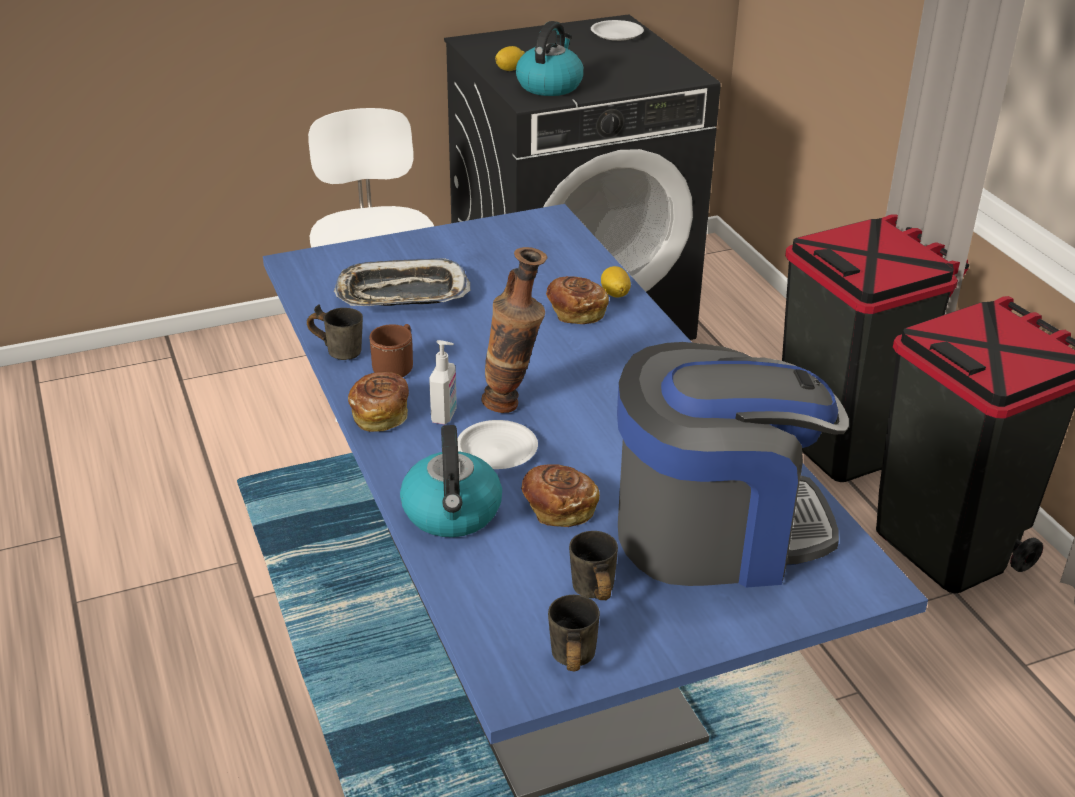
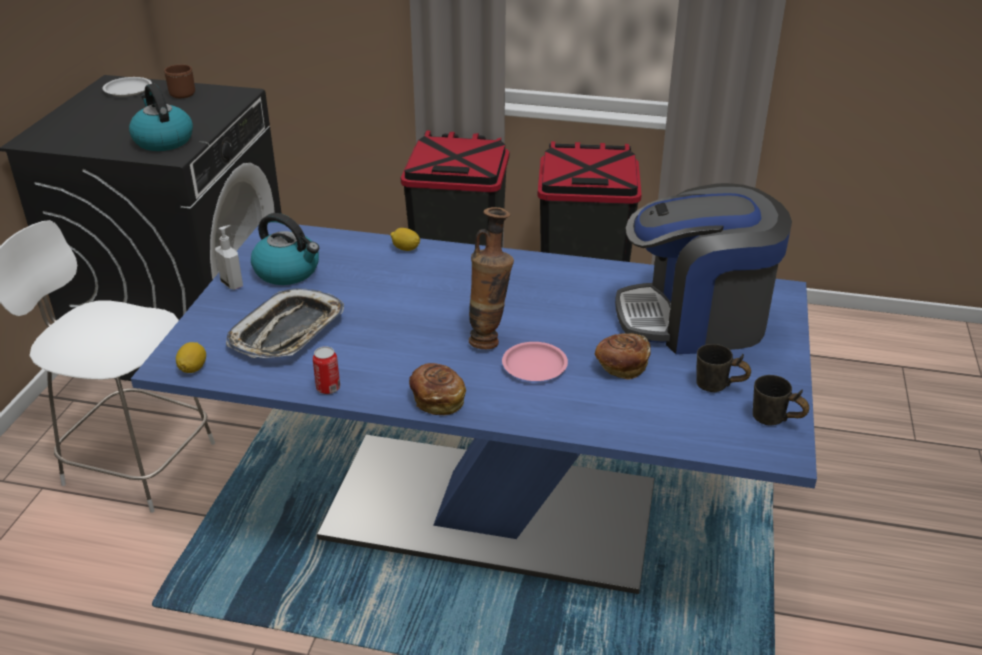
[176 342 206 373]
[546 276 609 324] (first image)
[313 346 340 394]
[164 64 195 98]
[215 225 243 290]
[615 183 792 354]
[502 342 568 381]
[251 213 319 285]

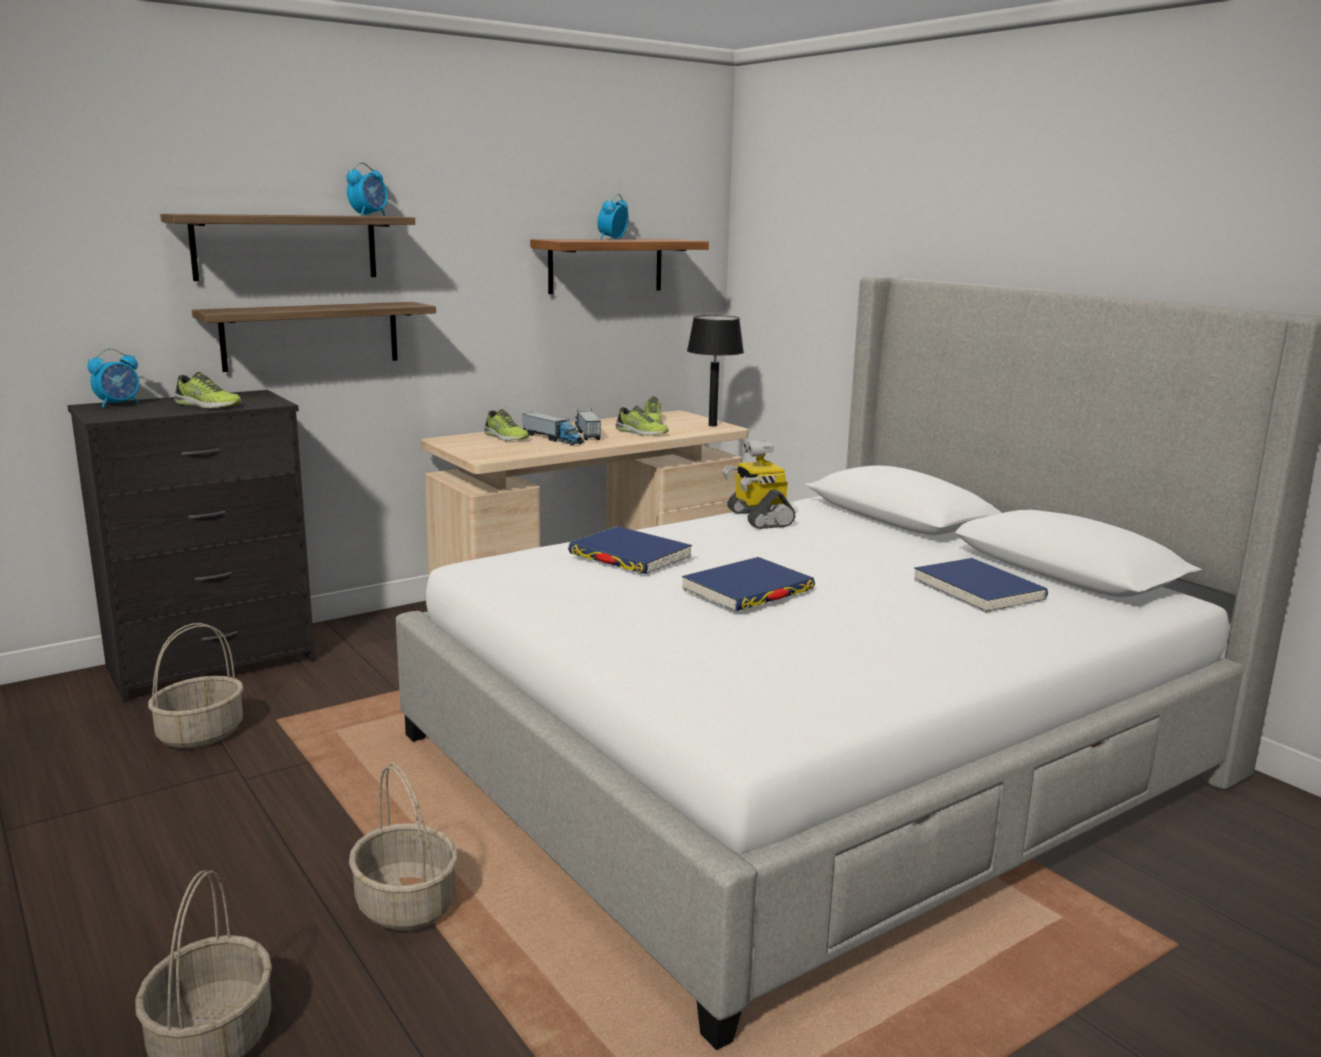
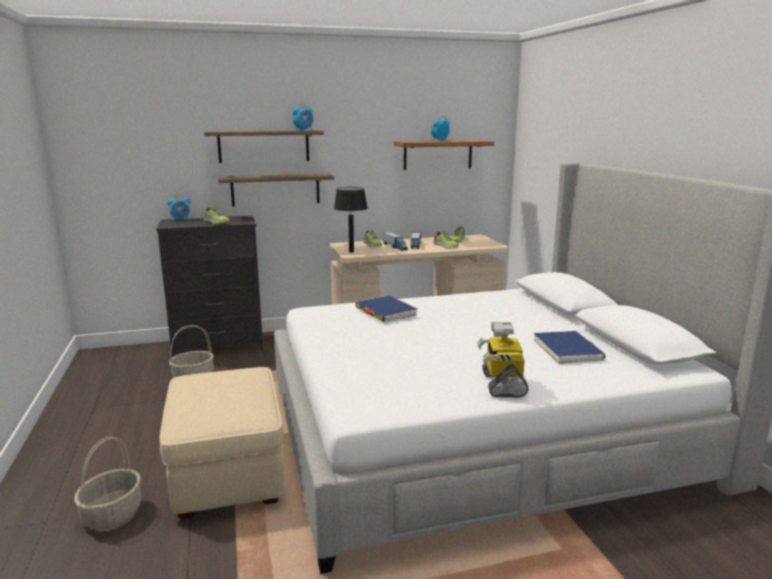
[334 187 368 253]
[477 322 529 397]
[682 557 815 611] (first image)
[160 367 284 519]

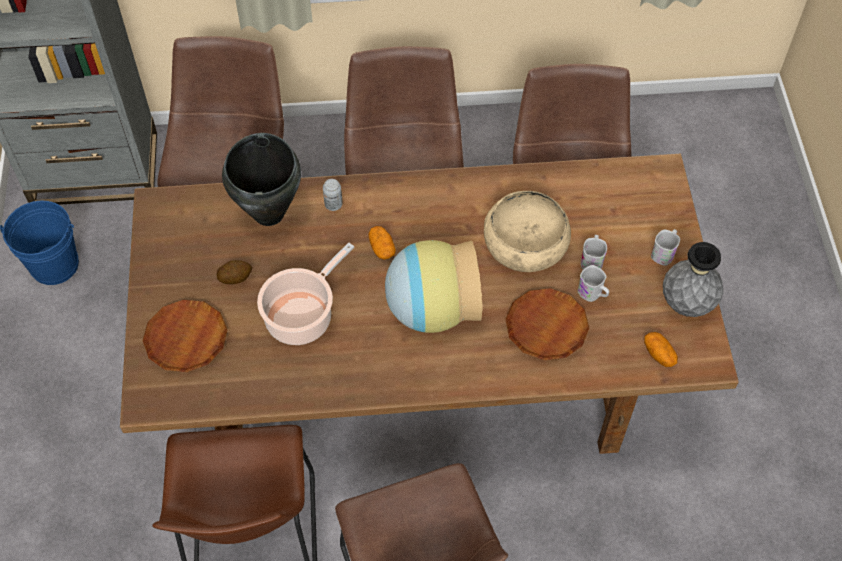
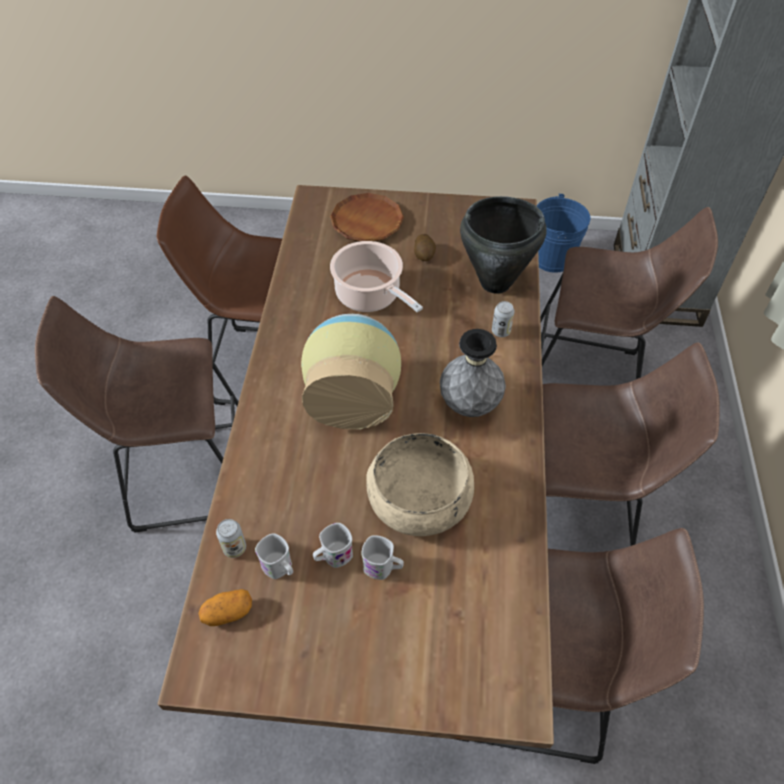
[368 226 396 260] (first image)
[255 533 293 579]
[440 329 506 417]
[505 288 589 360] (first image)
[216 519 246 558]

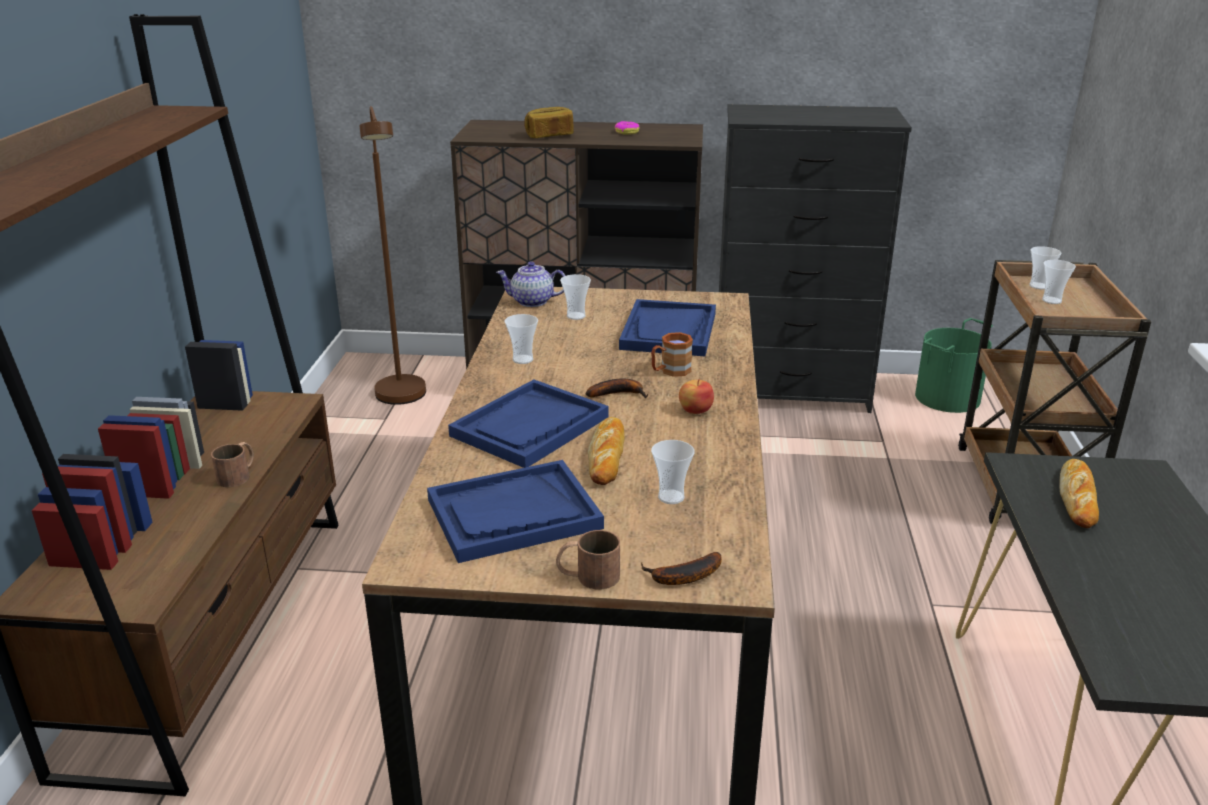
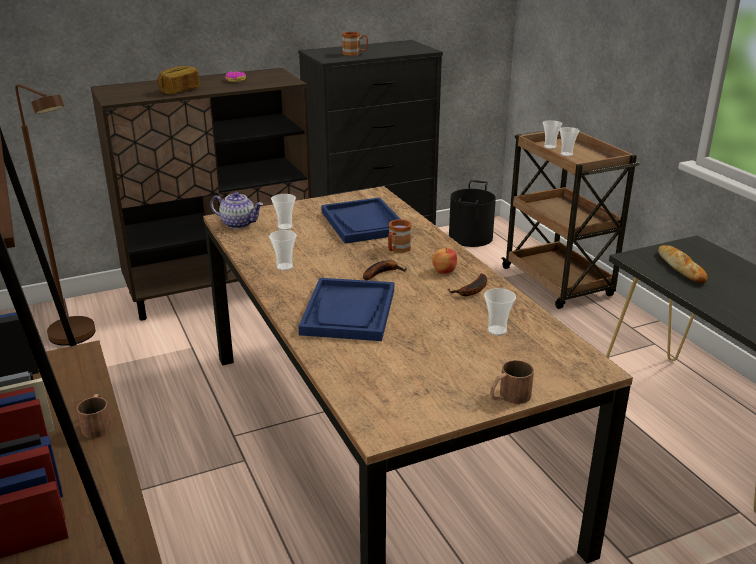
[210 192 263 229]
[449 180 496 247]
[588 417 625 485] (first image)
[427 460 604 563] (first image)
[448 273 487 296]
[342 32 368 56]

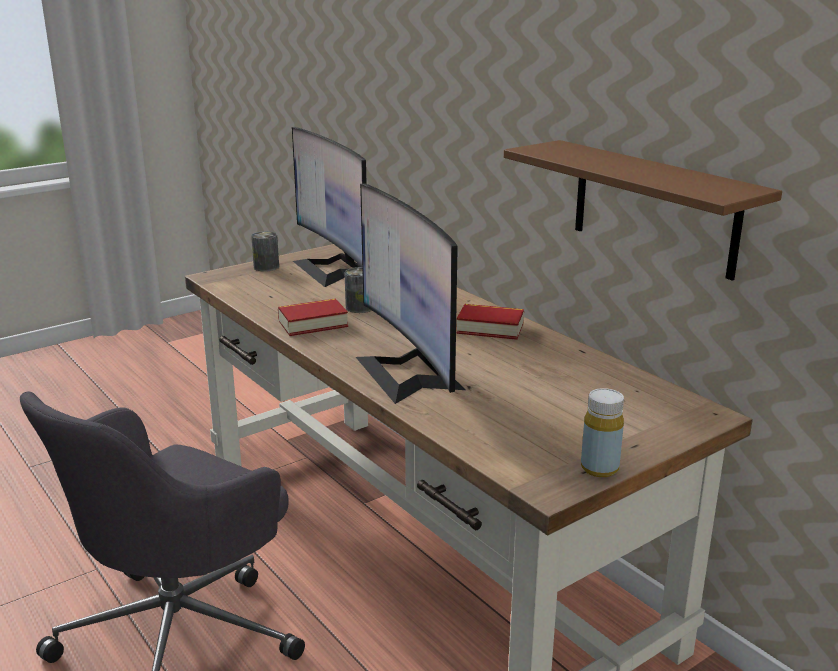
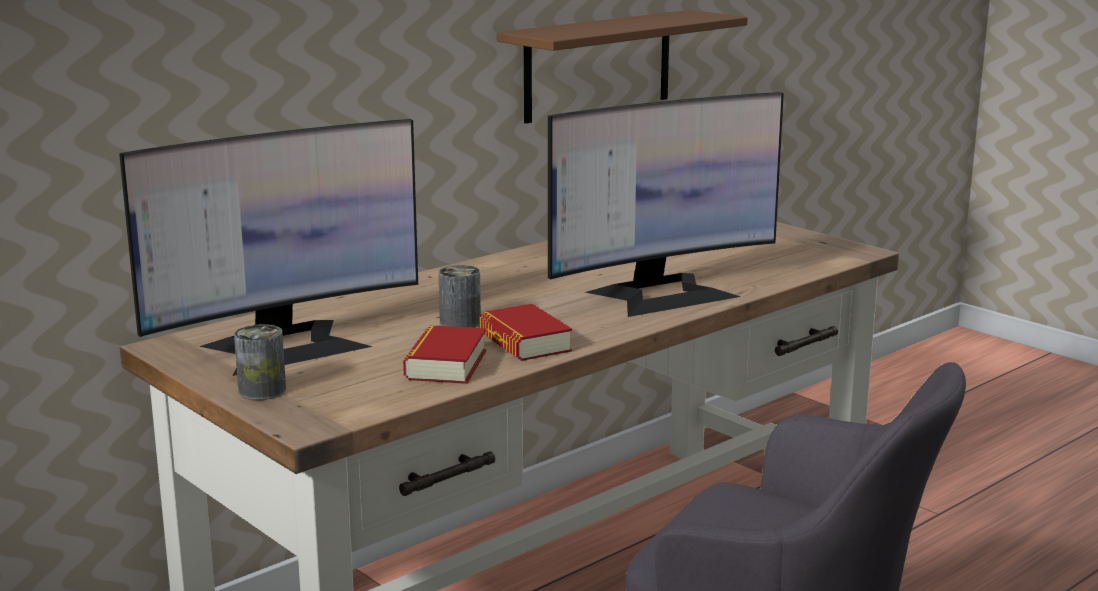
[403 325 486 384]
[581 388 624 477] (first image)

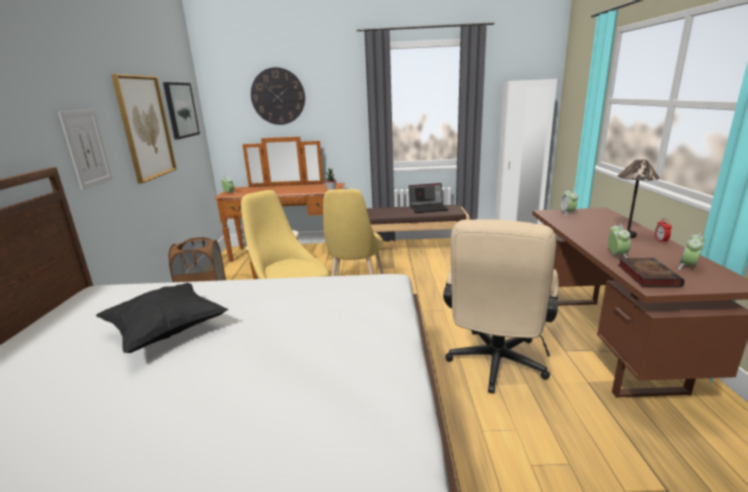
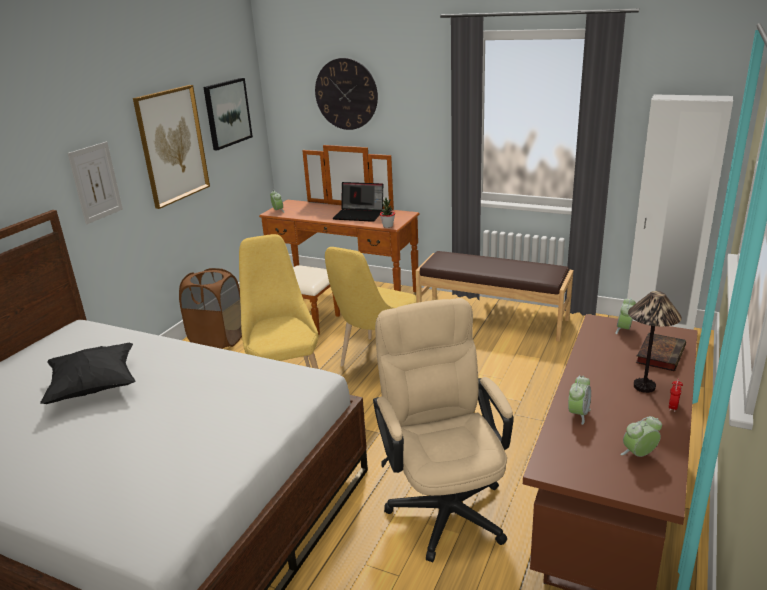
[333 182 383 222]
[373 298 514 562]
[636 333 686 371]

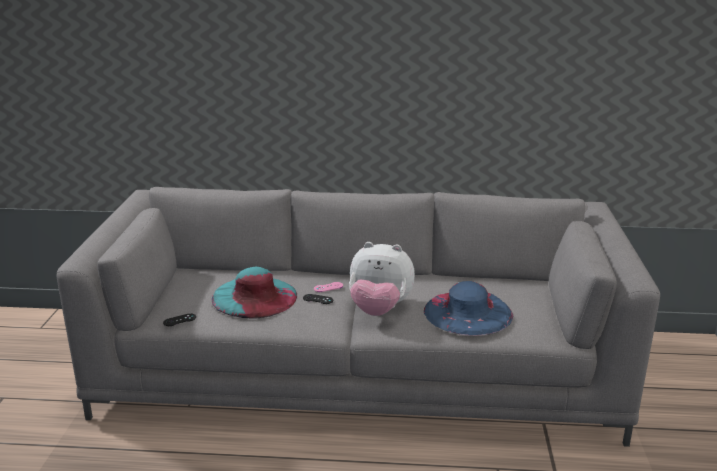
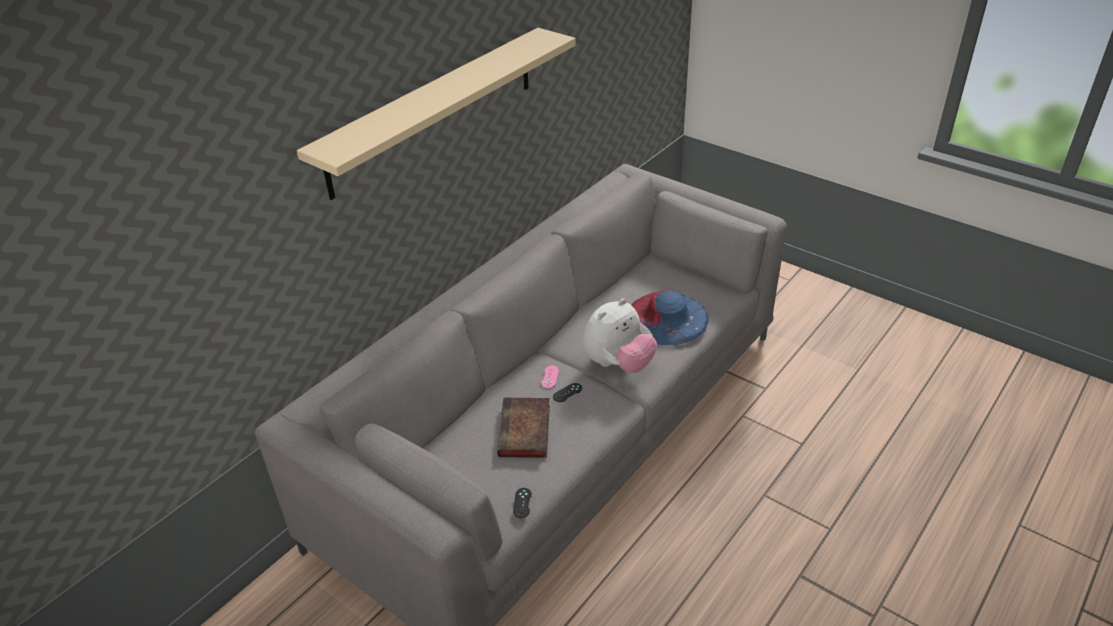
[497 398 550 458]
[297 28 576 200]

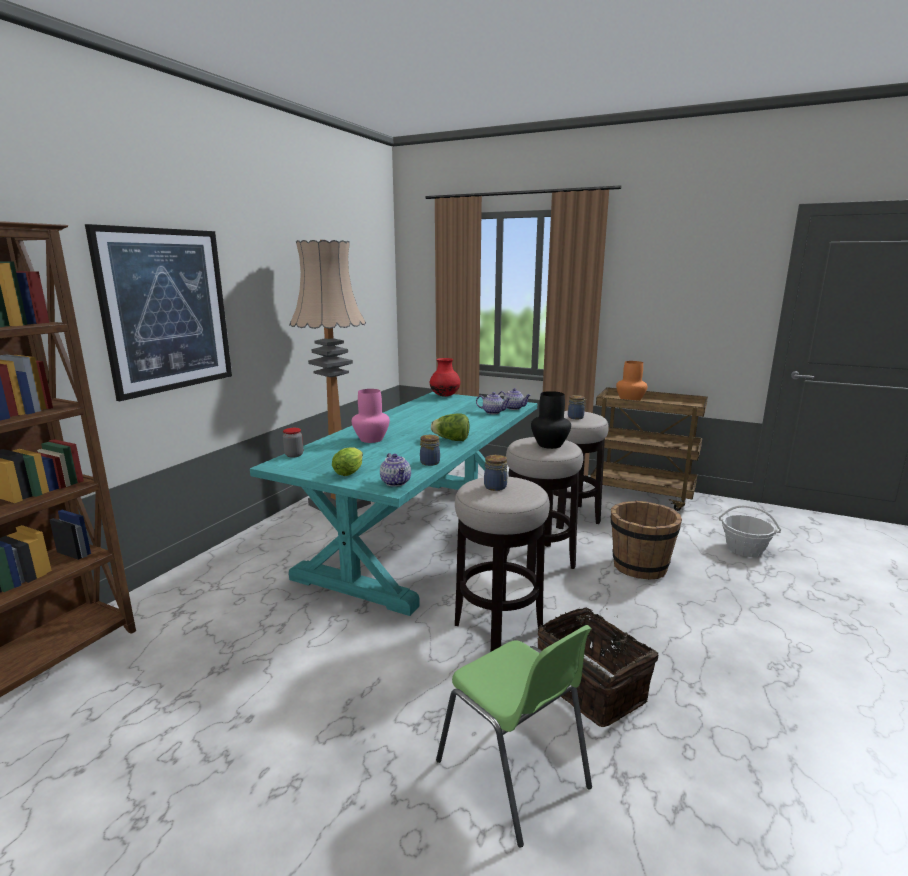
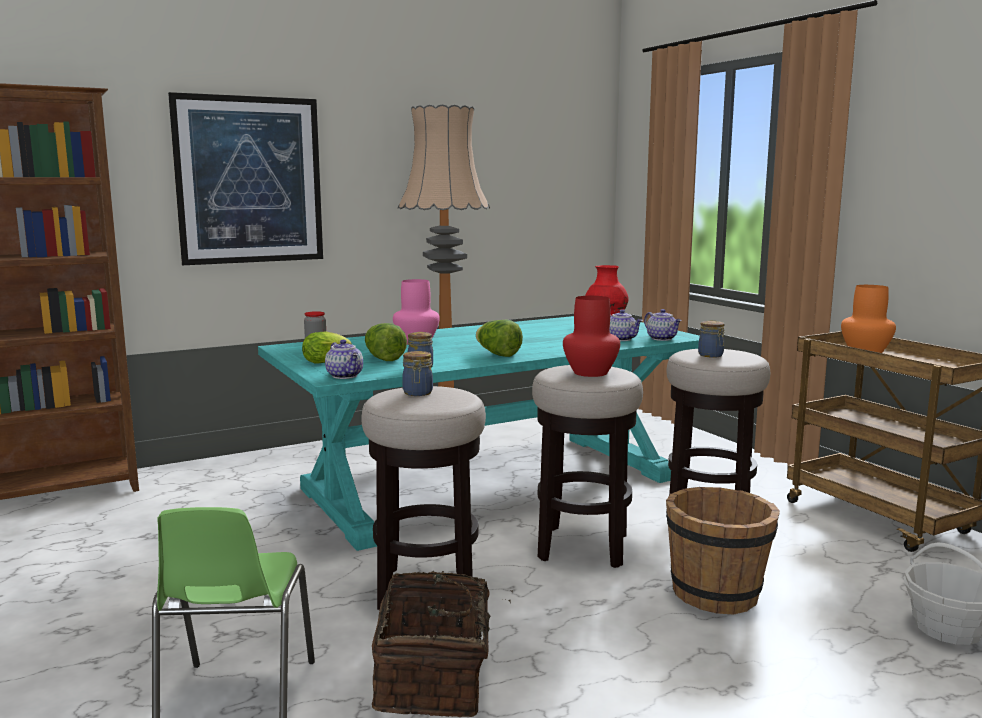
[563 296 620 377]
[325 340 363 379]
[365 323 407 361]

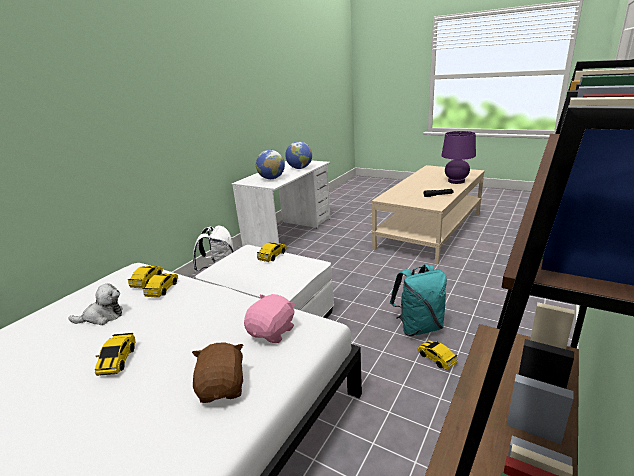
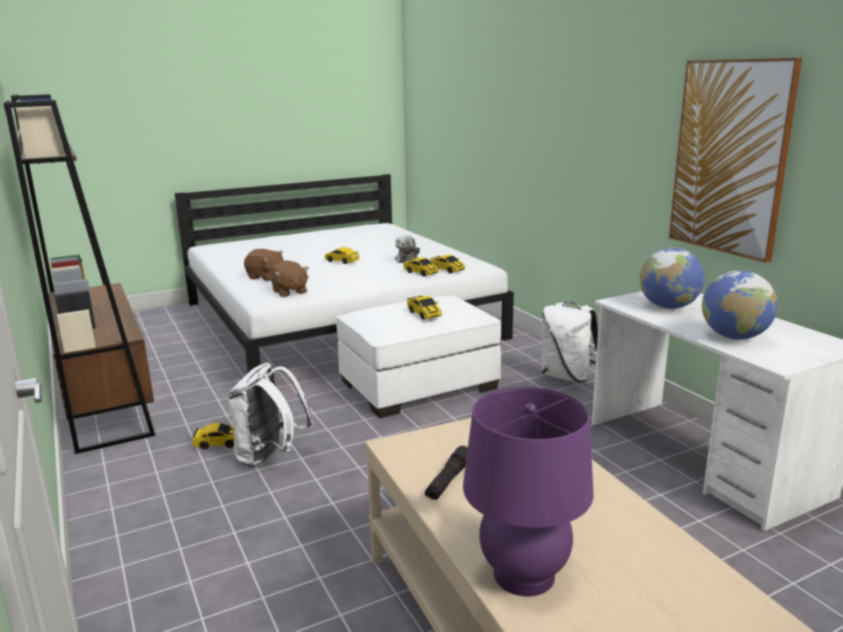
[228 363 313 467]
[270 261 309 297]
[669 58 802 263]

